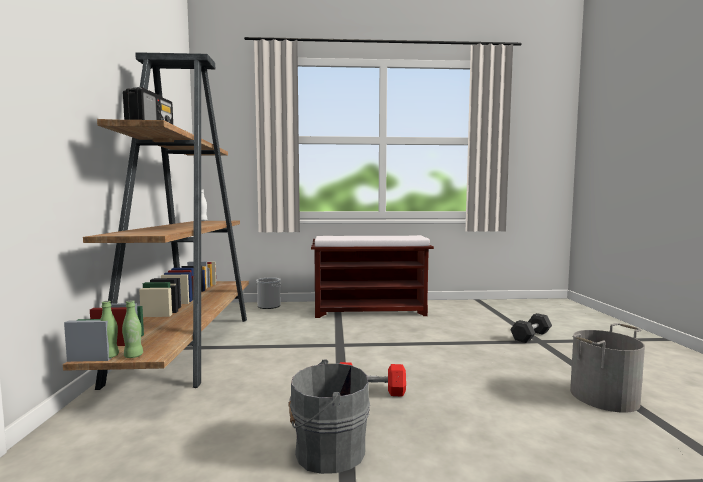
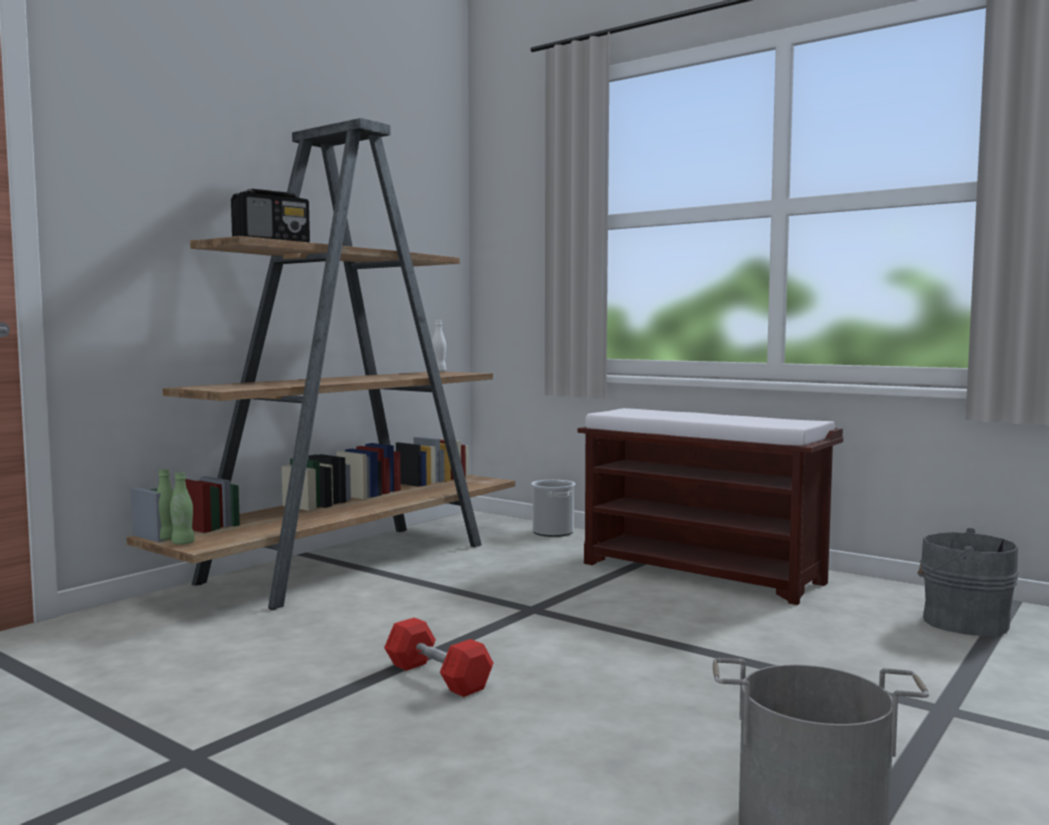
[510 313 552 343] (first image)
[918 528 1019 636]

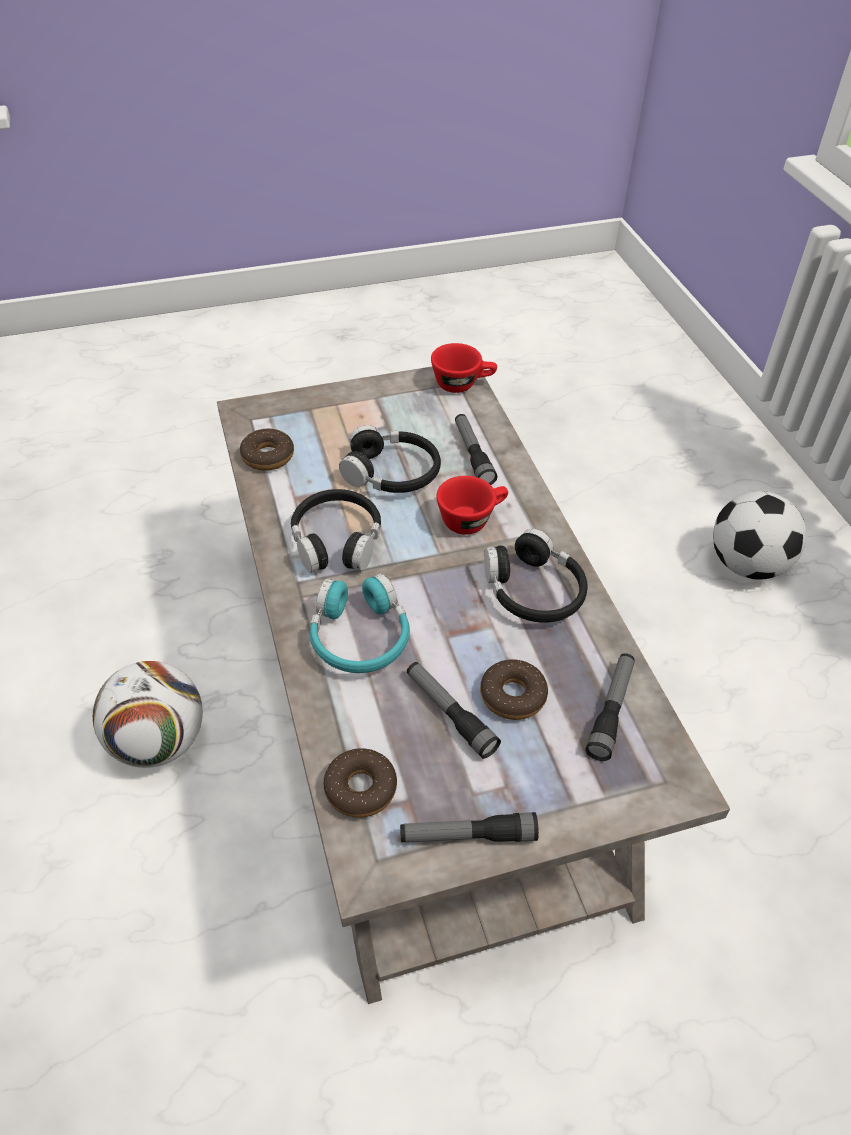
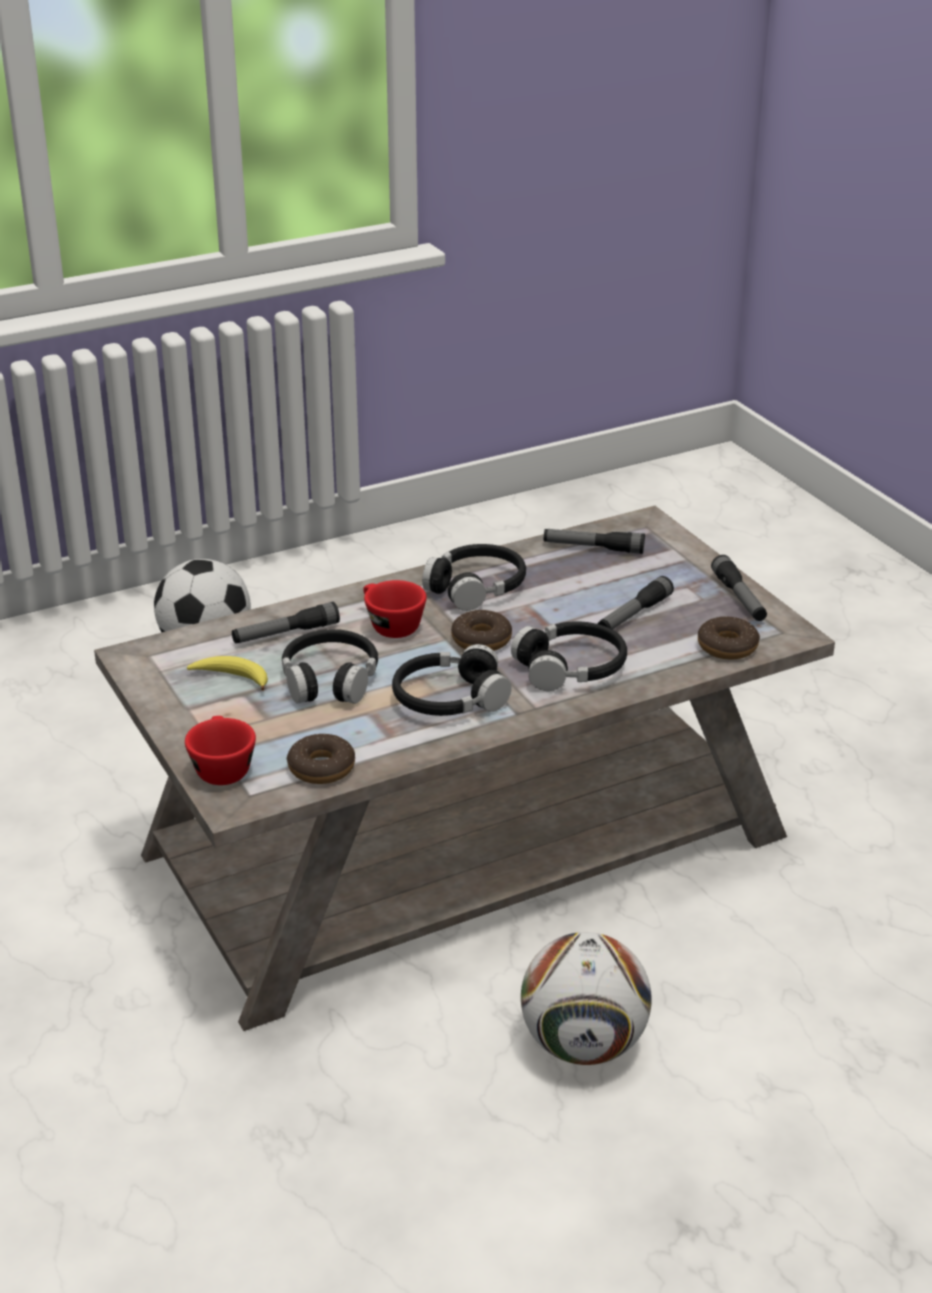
[185 716 256 785]
[511 621 627 691]
[451 610 512 651]
[187 656 268 691]

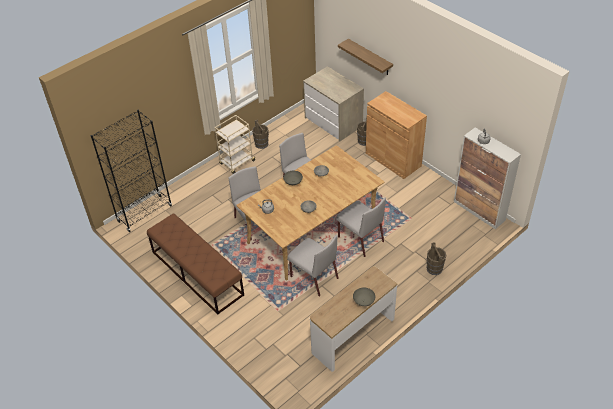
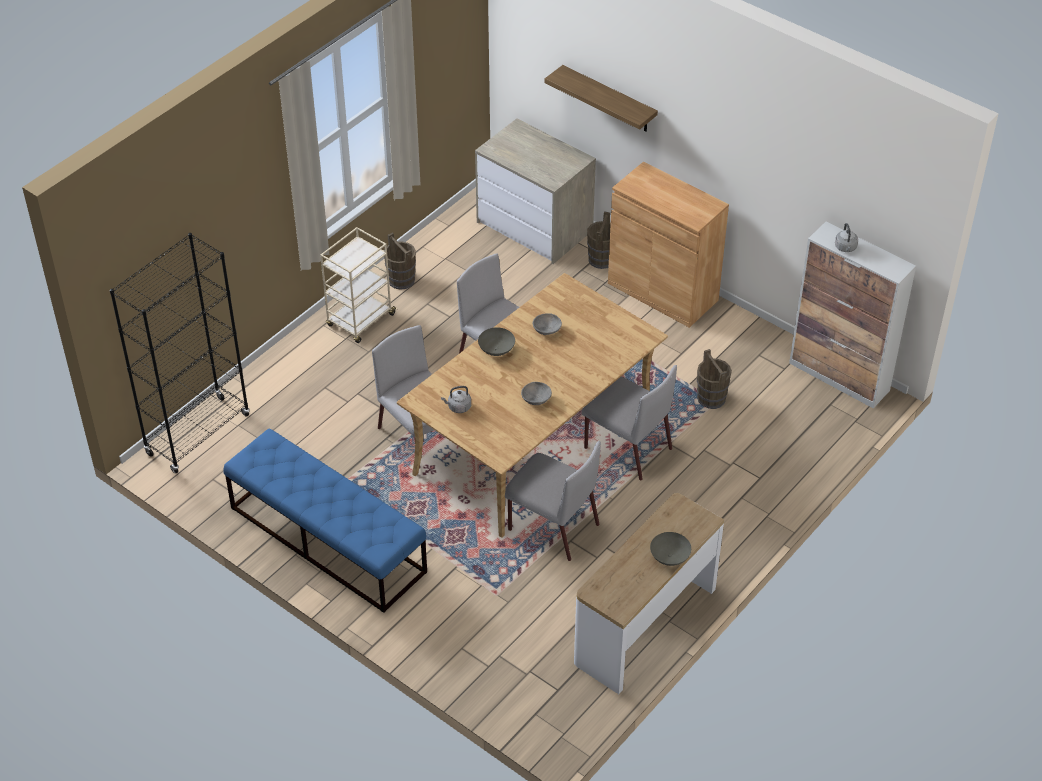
[223 428 427 613]
[697 349 732 409]

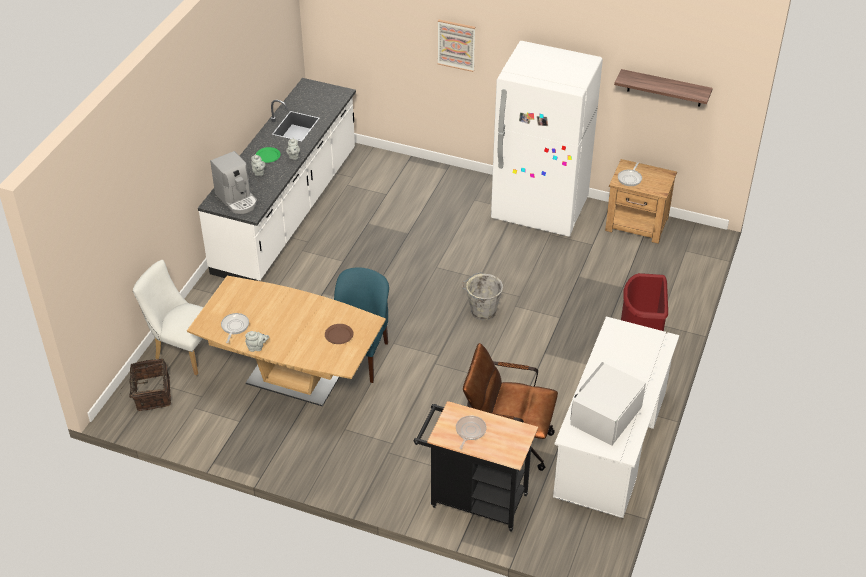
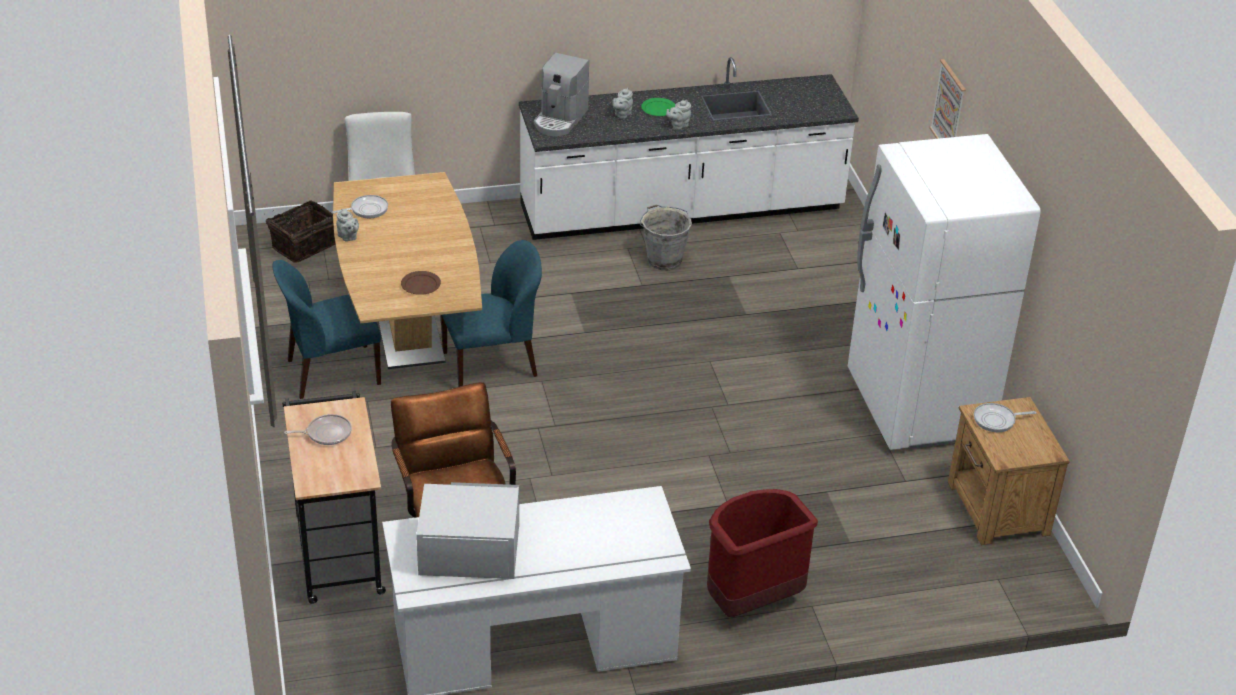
[614 69 713 107] (first image)
[640 204 692 270]
[273 260 381 399]

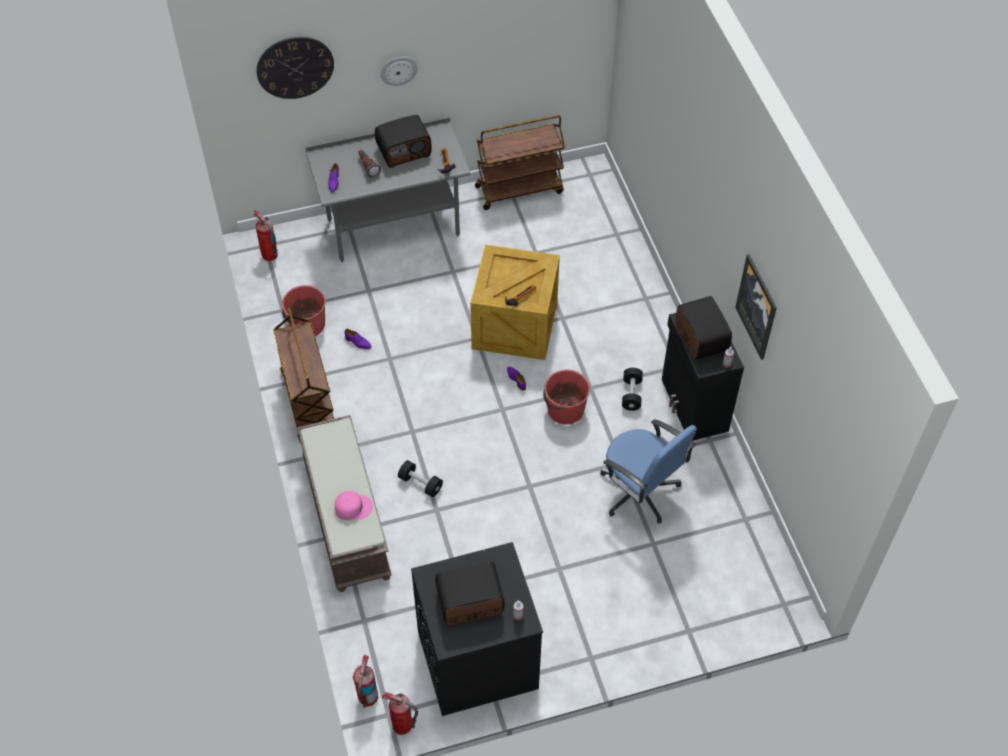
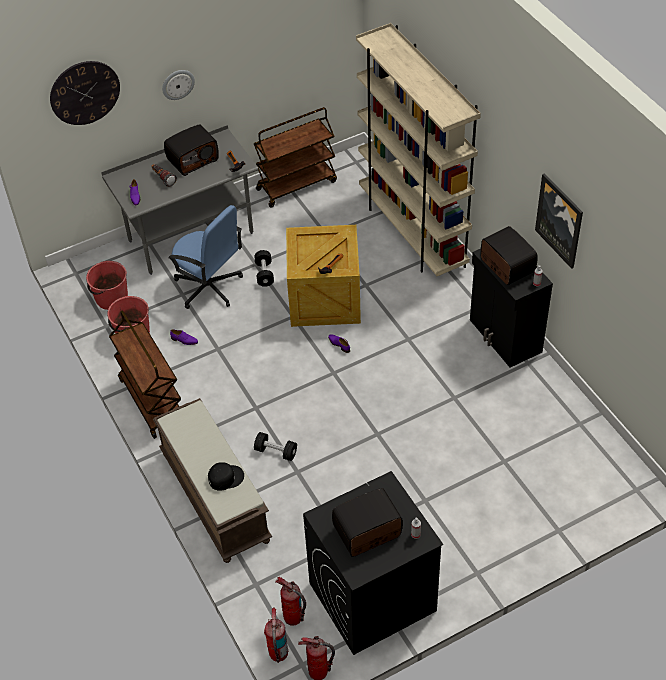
[275 577 306 626]
[254 250 274 287]
[86 261 128 310]
[168 205 243 309]
[208 462 244 491]
[356 23 481 276]

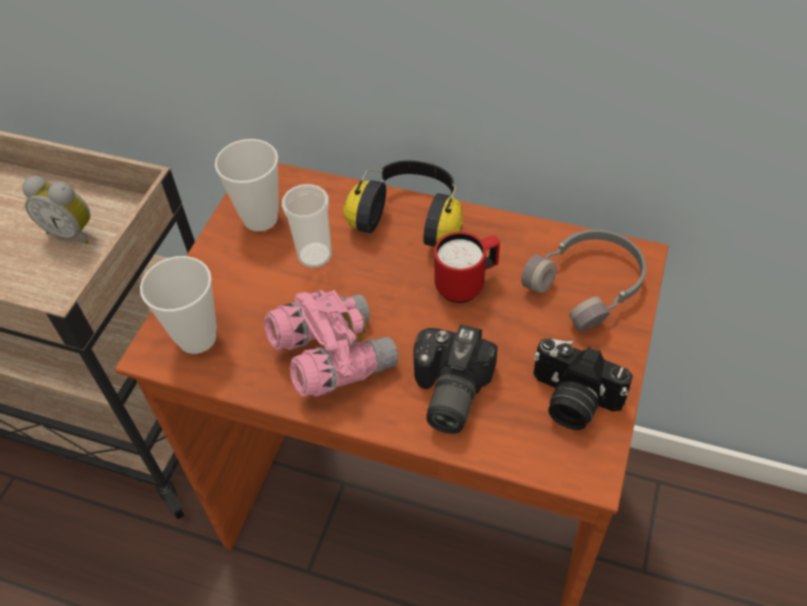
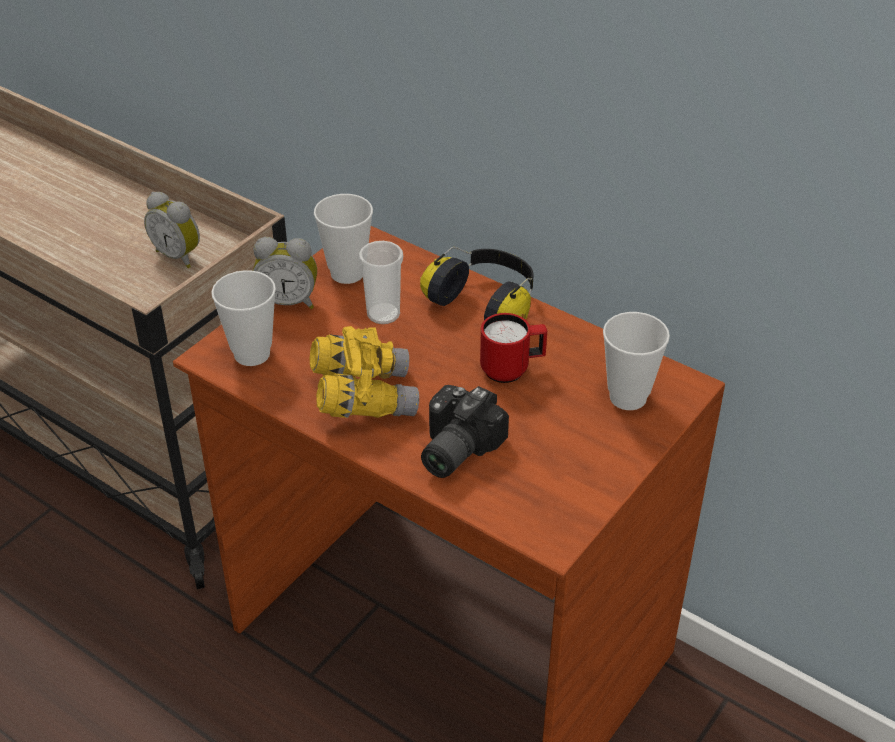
[603 312 670 410]
[309 326 419 418]
[533 338 633 430] (first image)
[253 237 317 309]

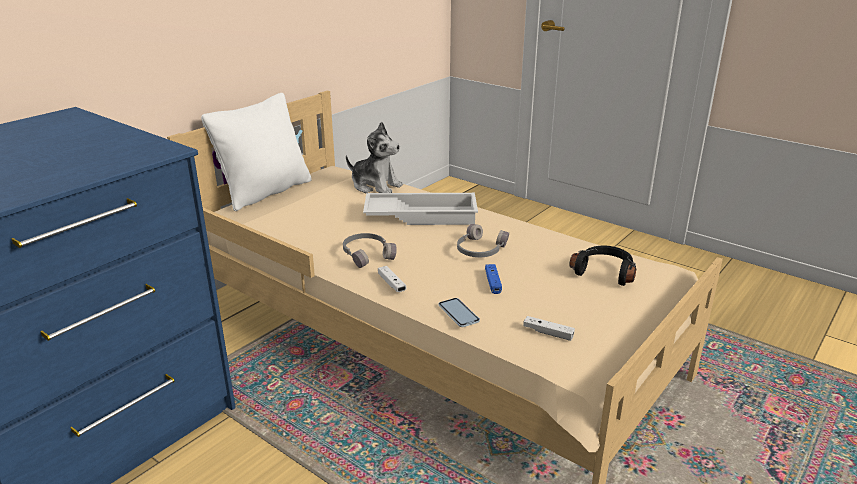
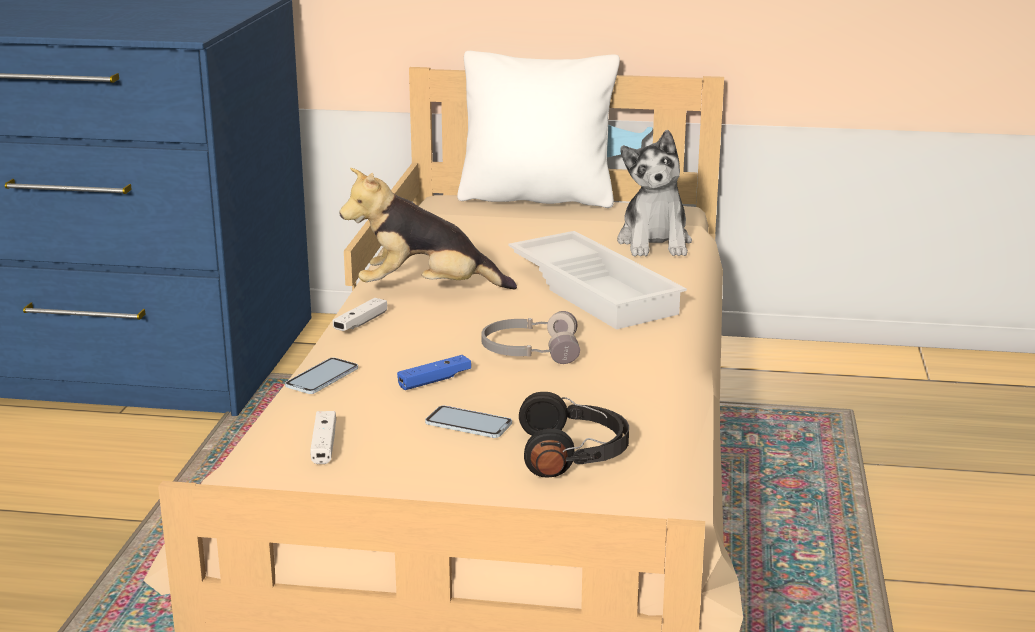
[339 167 517 290]
[425 406 512 438]

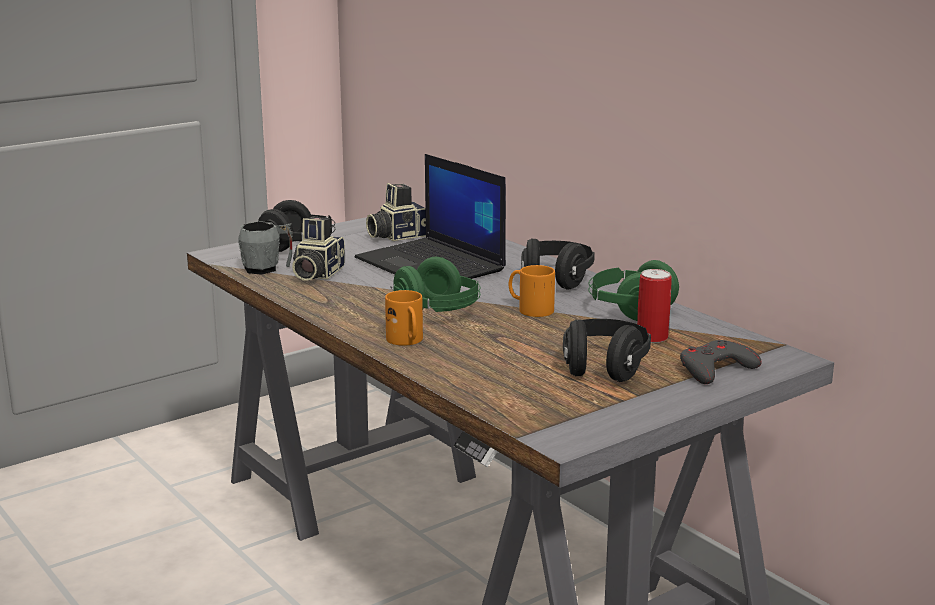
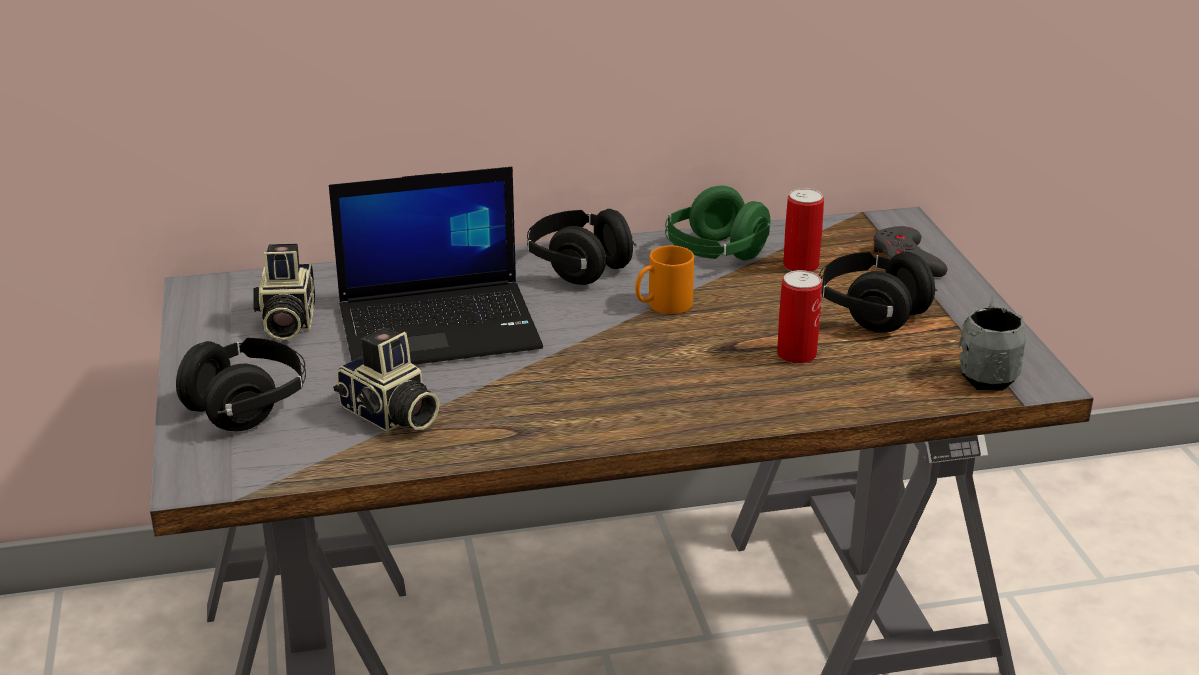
[958 295 1026 391]
[390 257 480 312] (first image)
[385 290 423 346] (first image)
[777 270 822 364]

